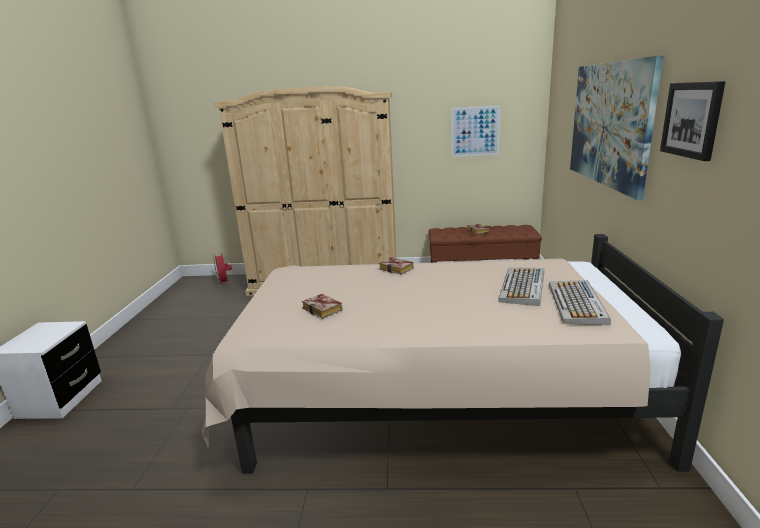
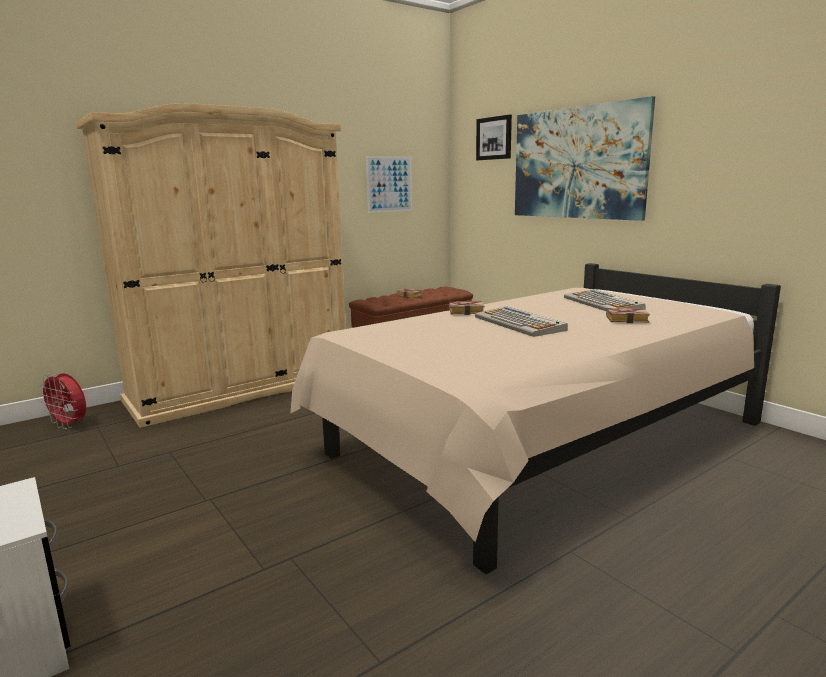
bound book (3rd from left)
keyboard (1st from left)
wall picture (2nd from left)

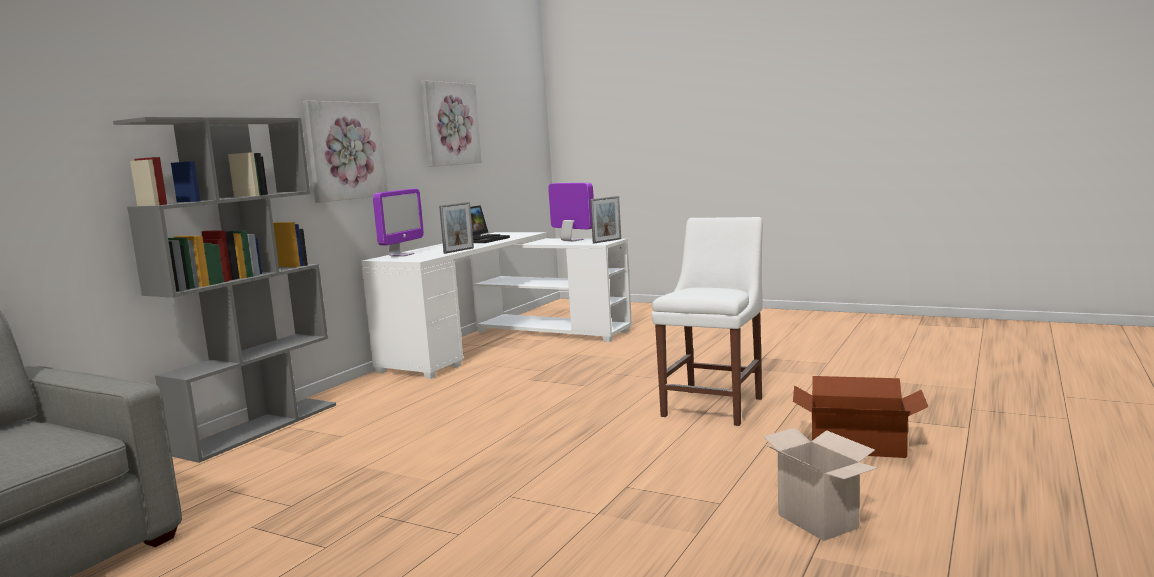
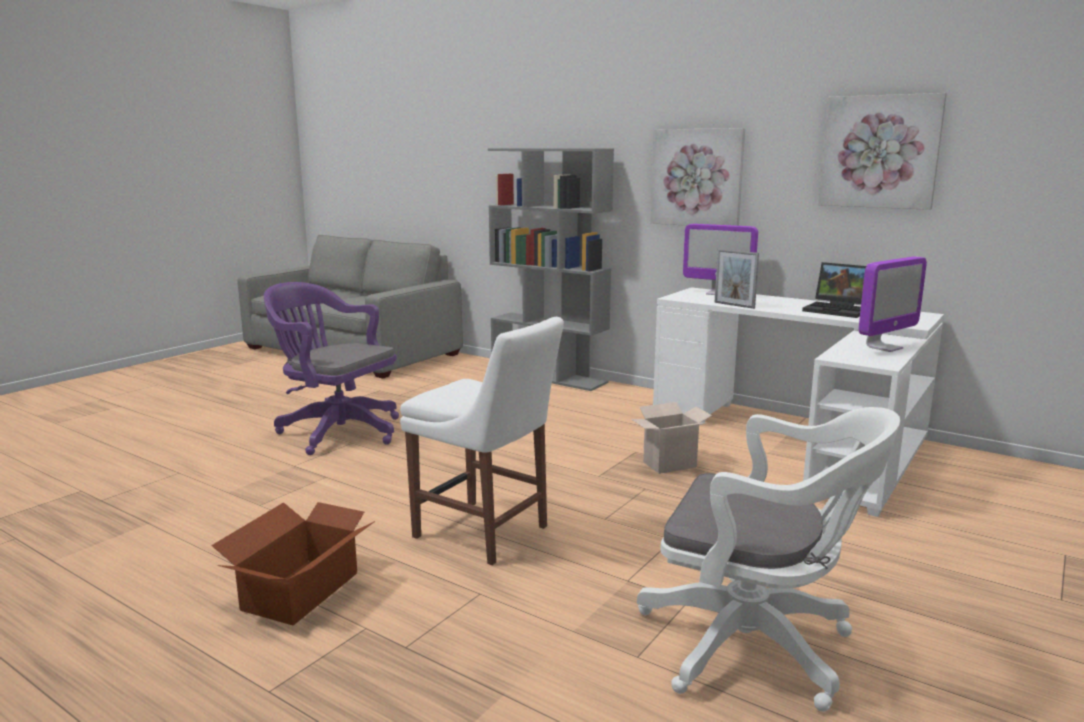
picture frame (2nd from left in the first image)
office chair/purple-coloured
office chair/white
carton (2nd from left)

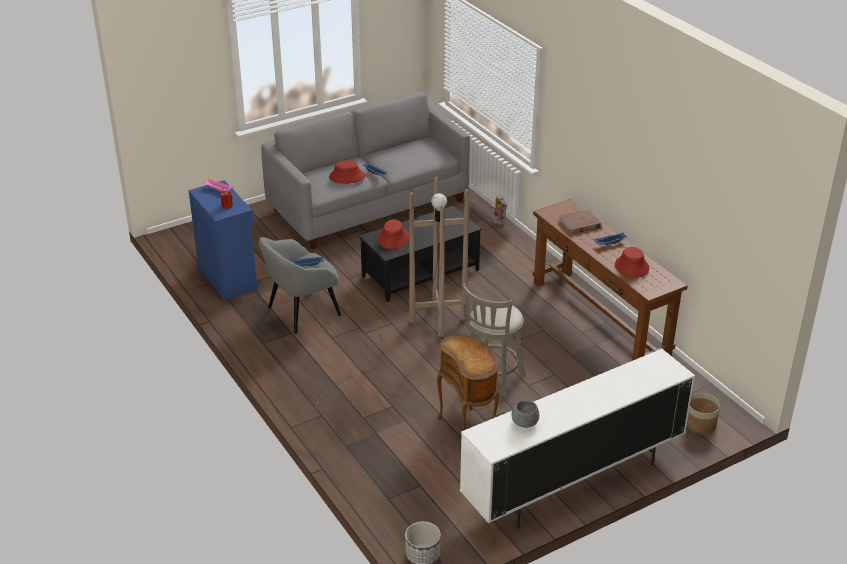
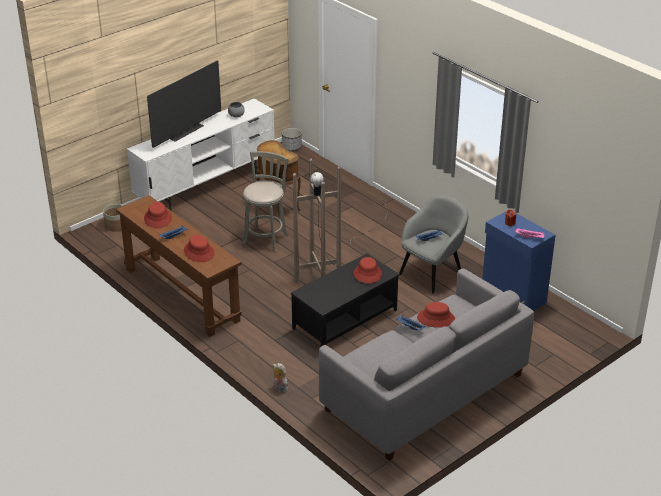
television
wearable hat/reddish (2nd from left)

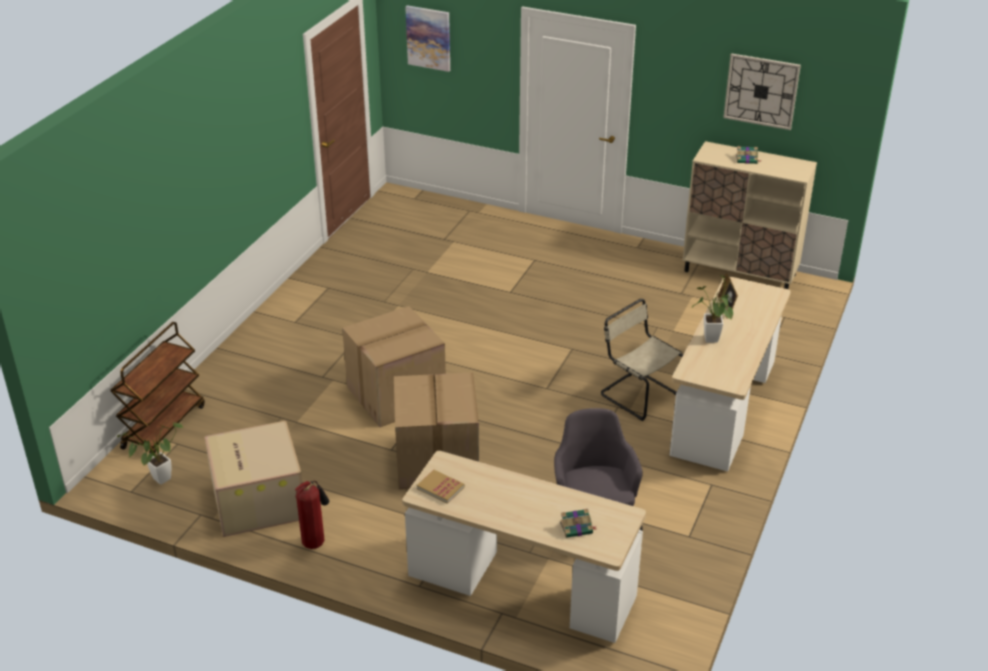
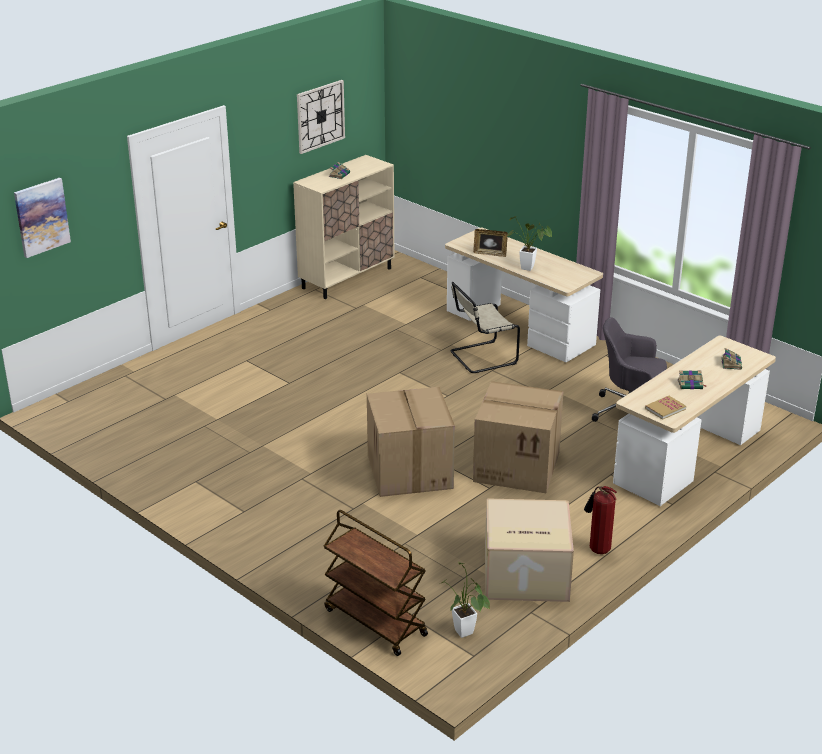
bound book (3rd from left)

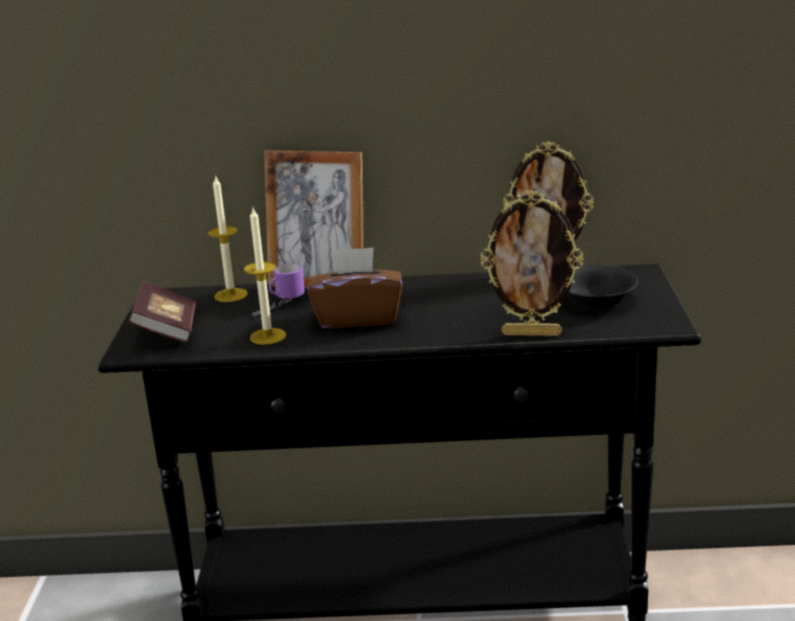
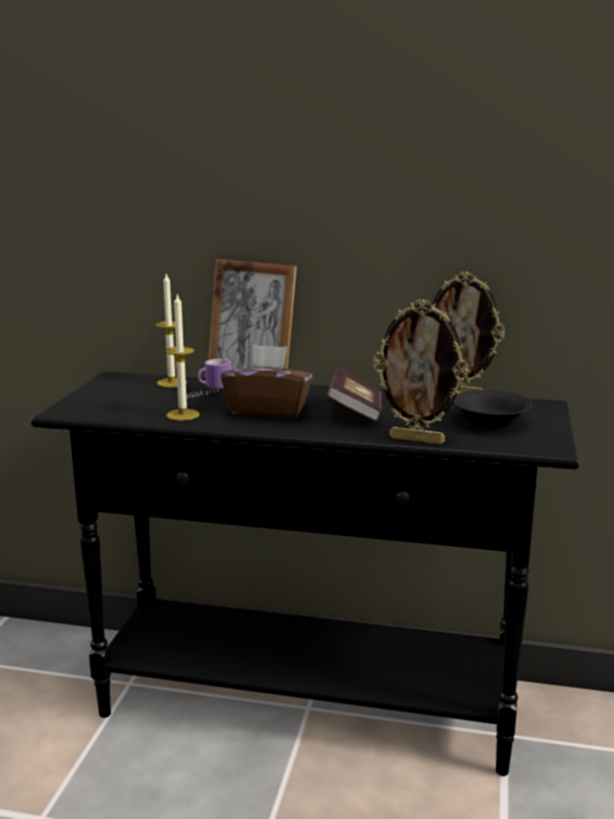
bound book

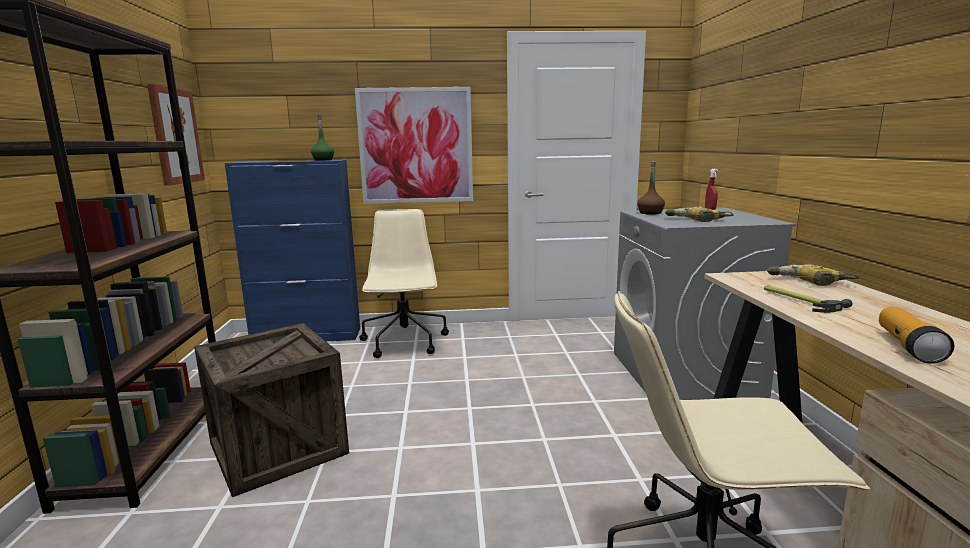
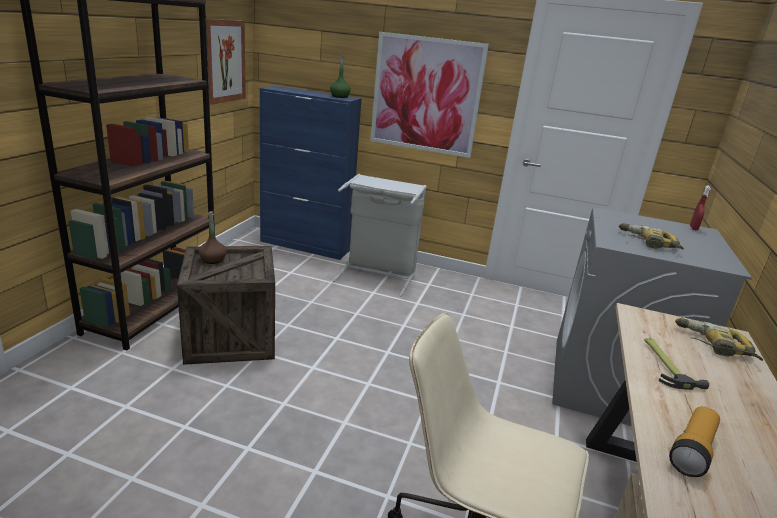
bottle/brown
washing basket/greyish

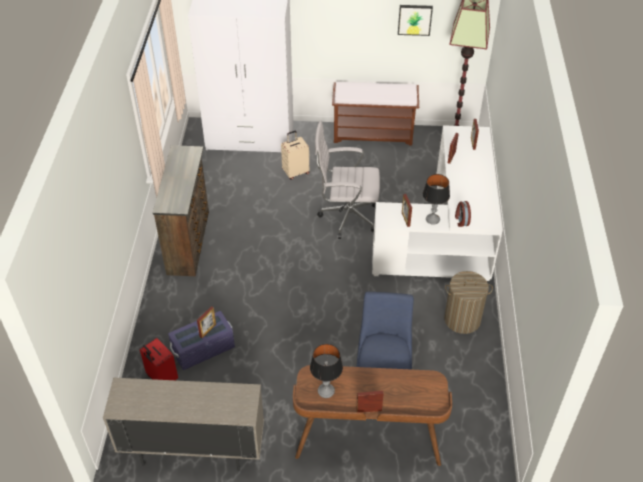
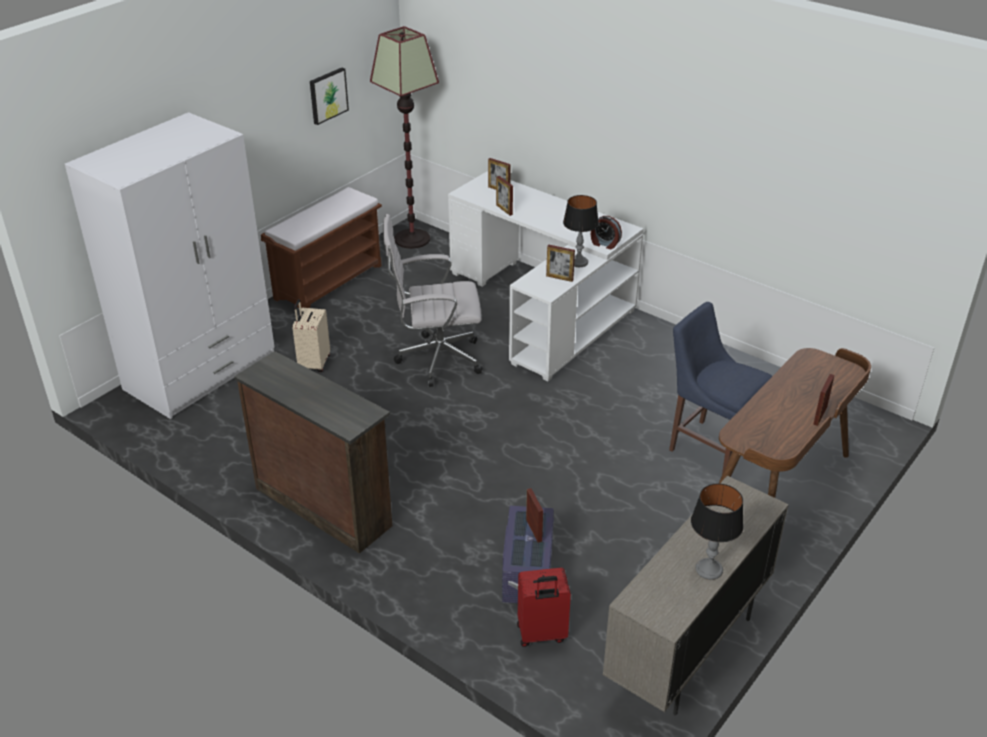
washing basket
table lamp (2nd from left)
office chair/white

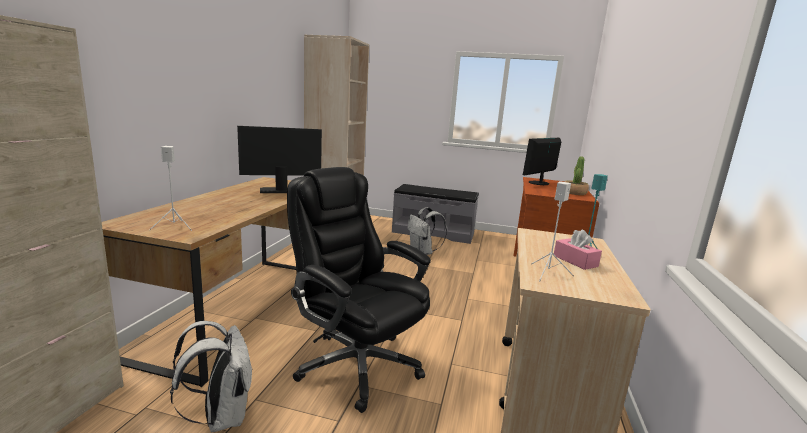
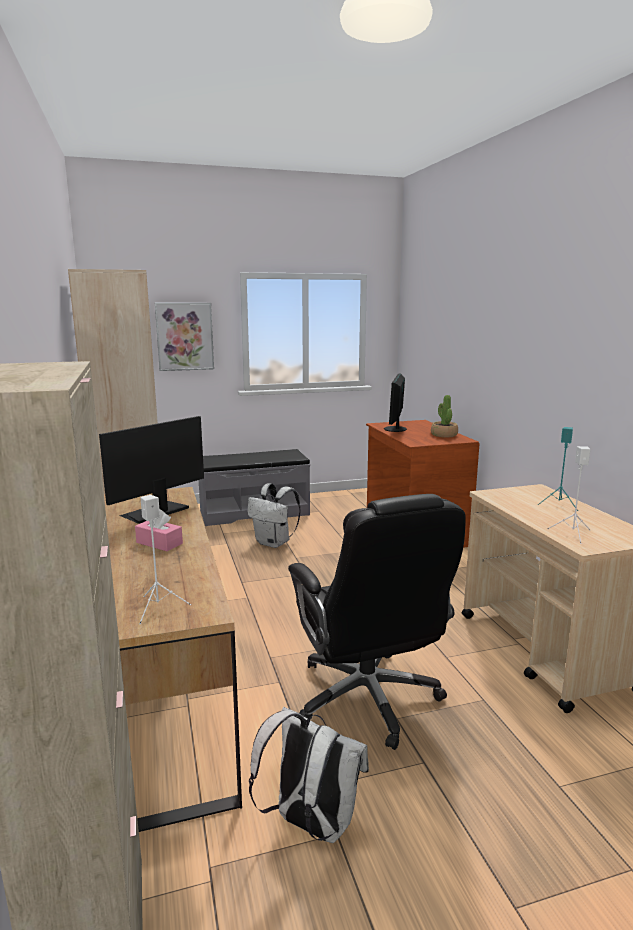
wall picture
box of tissues/pink
office chair/black-coloured

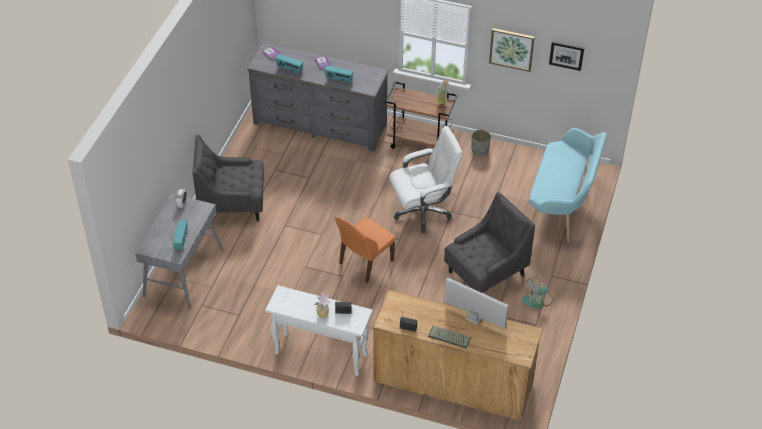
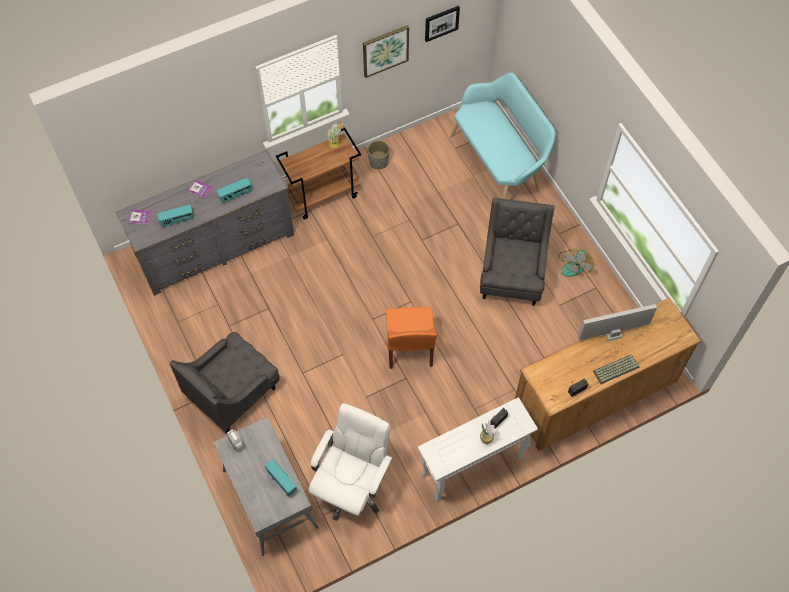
office chair/white

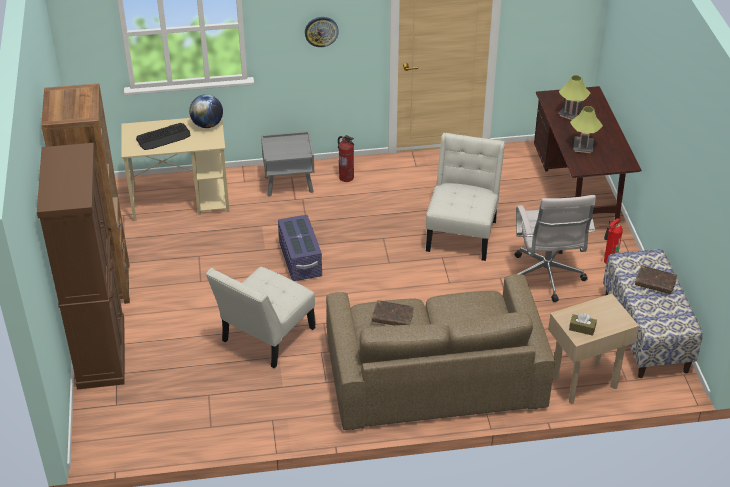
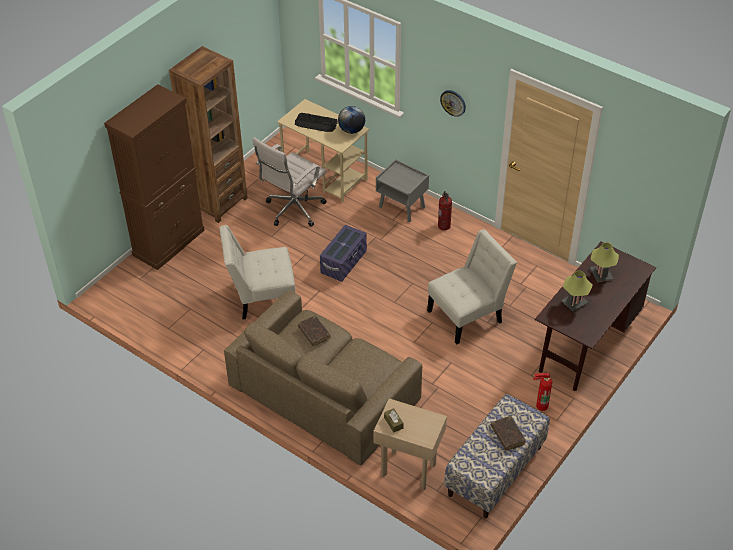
office chair/white

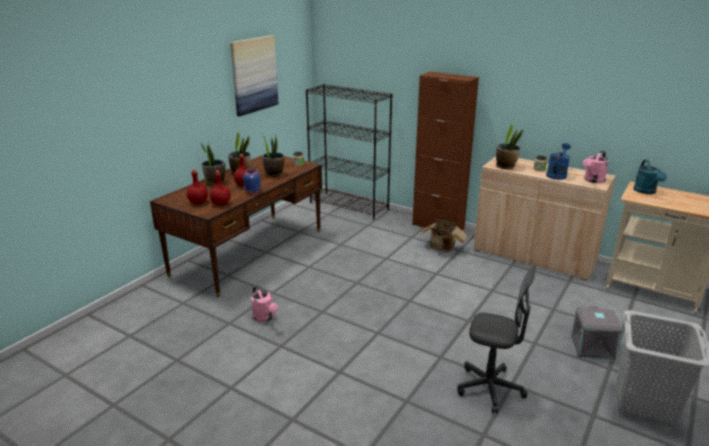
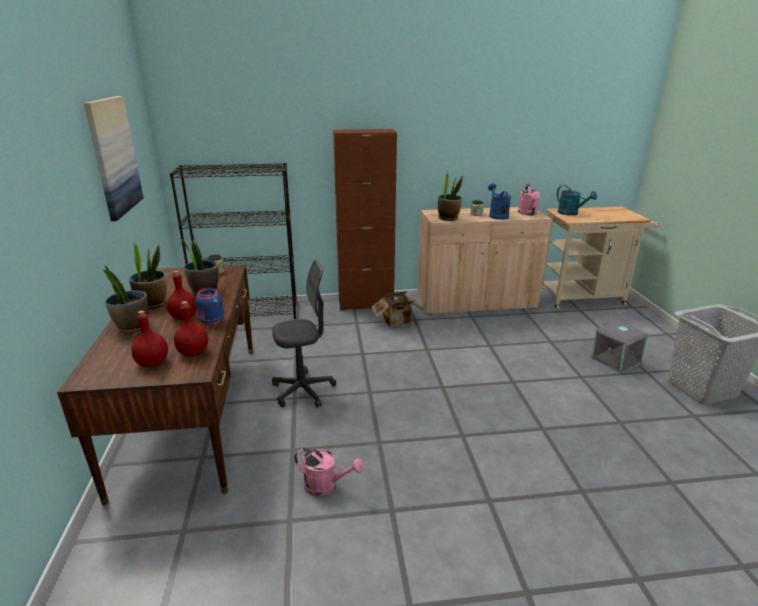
office chair/greyish

